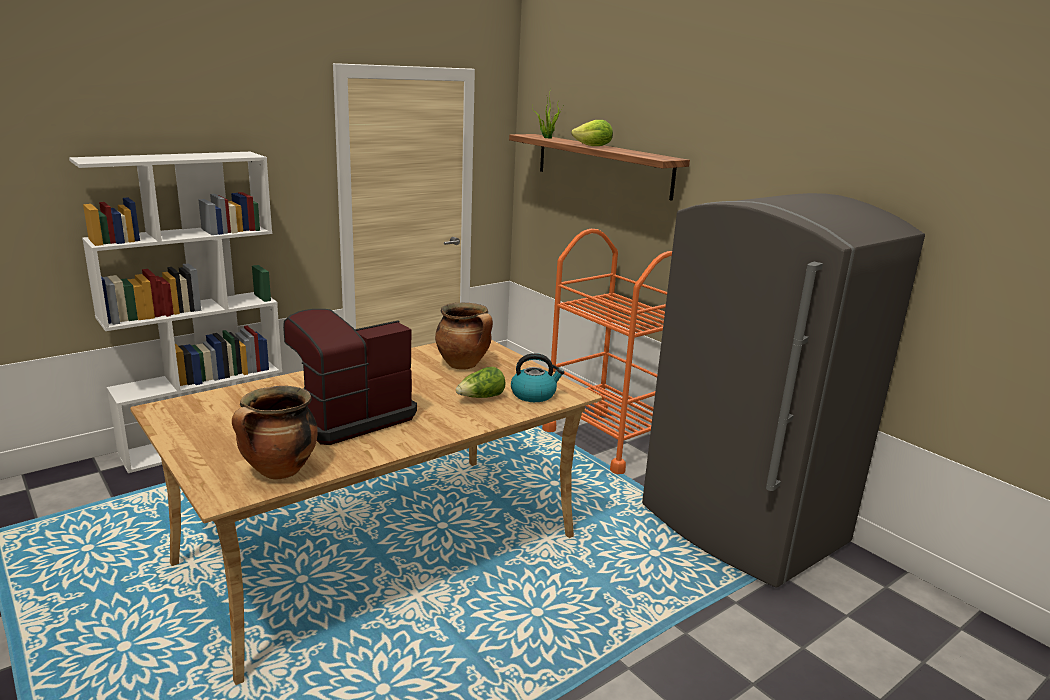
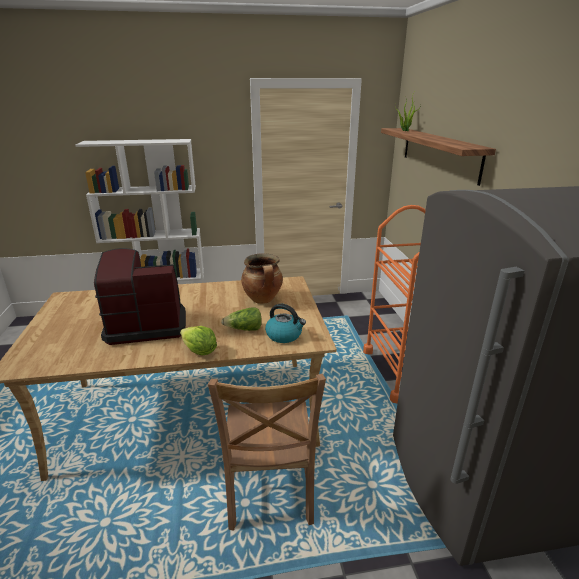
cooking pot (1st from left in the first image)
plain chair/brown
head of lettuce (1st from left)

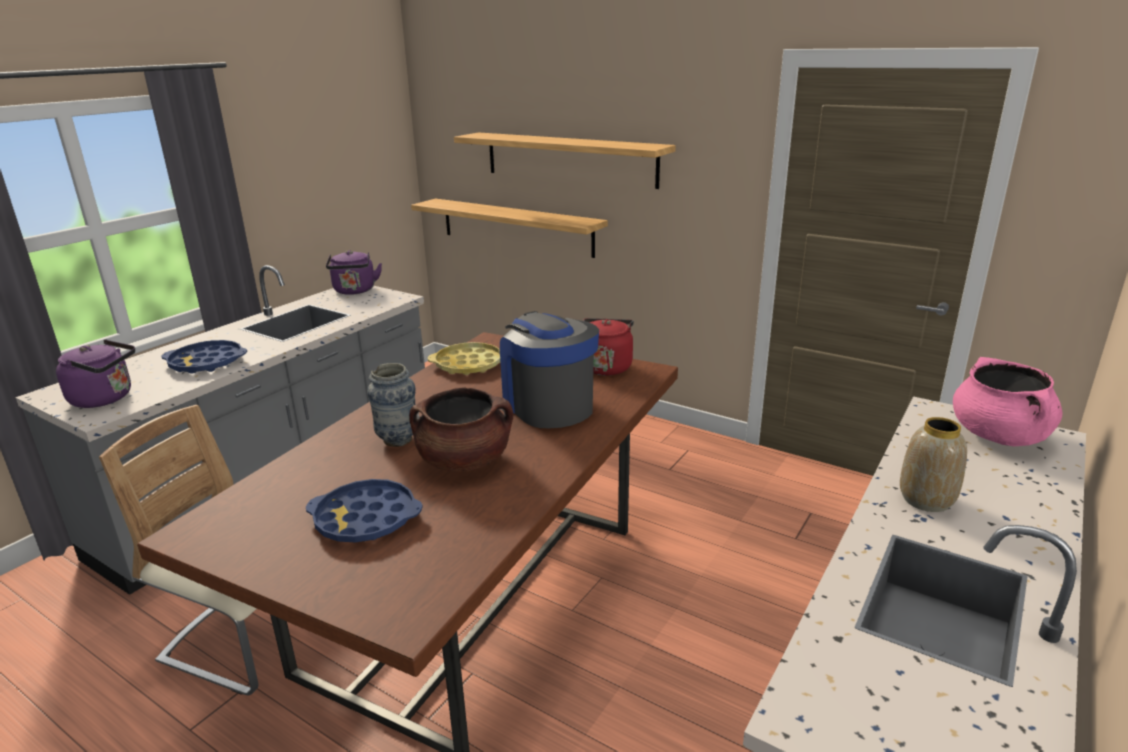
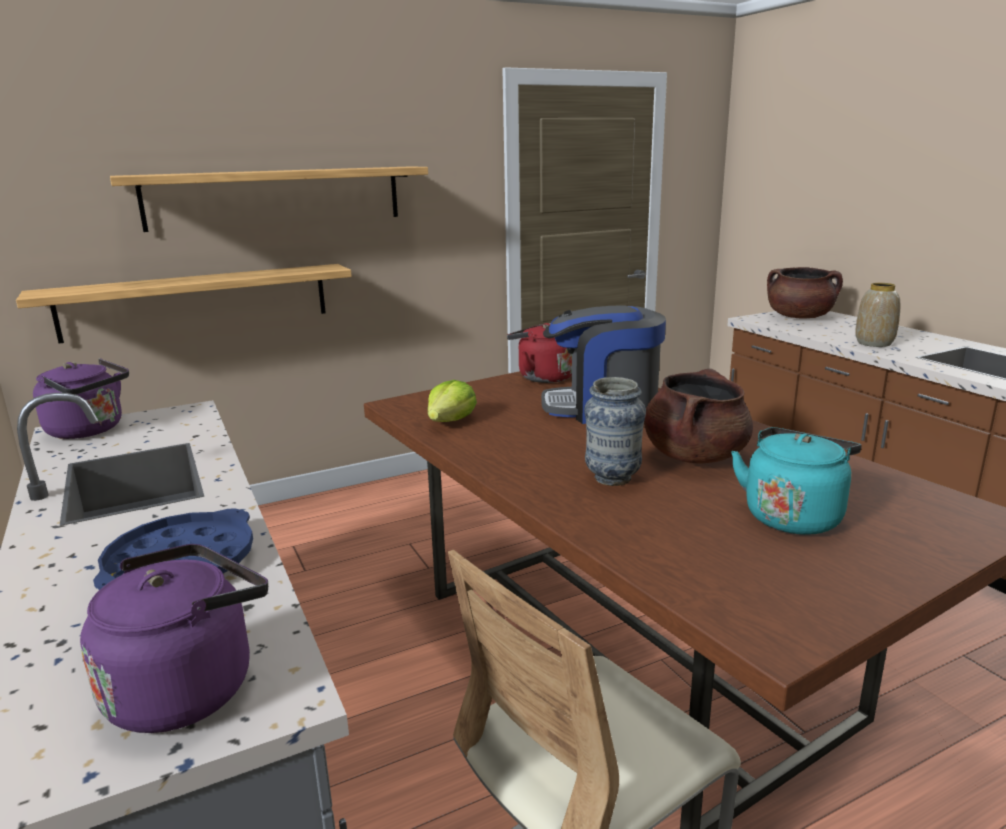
kettle/turquoise
head of lettuce
cooking pot/brown (2nd from left)

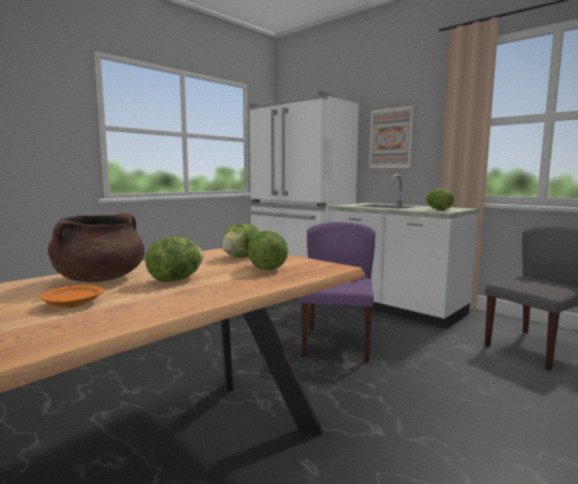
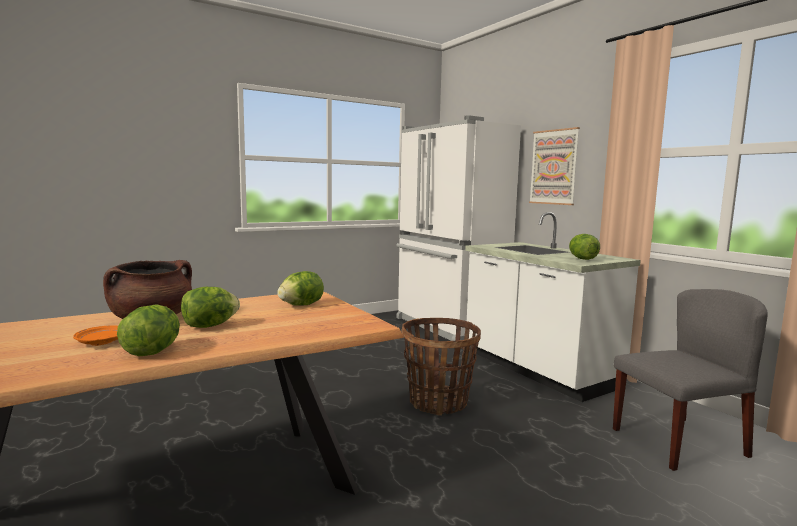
head of lettuce (1st from left)
basket

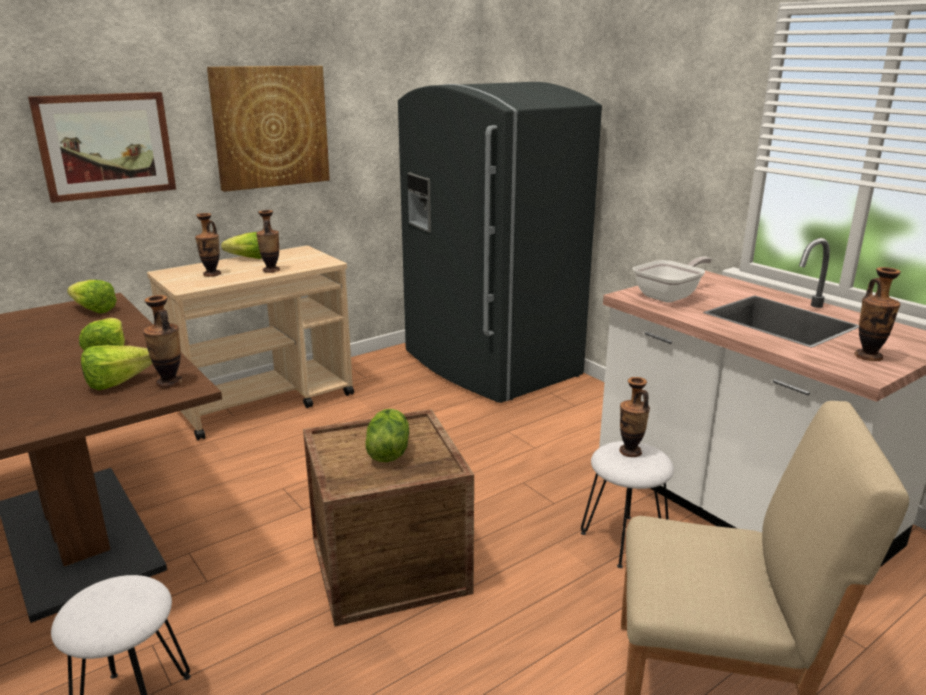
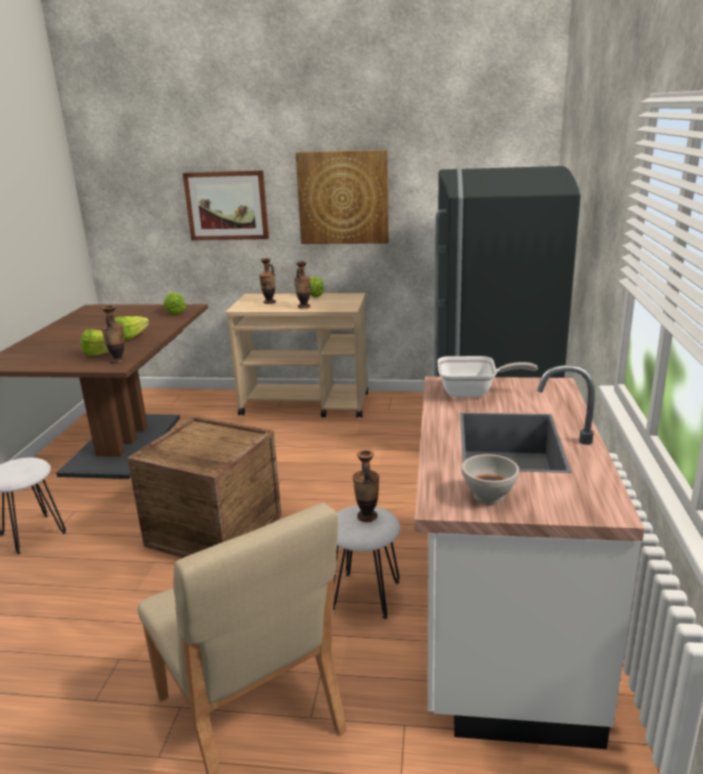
head of lettuce (5th from left in the first image)
deep dish/white

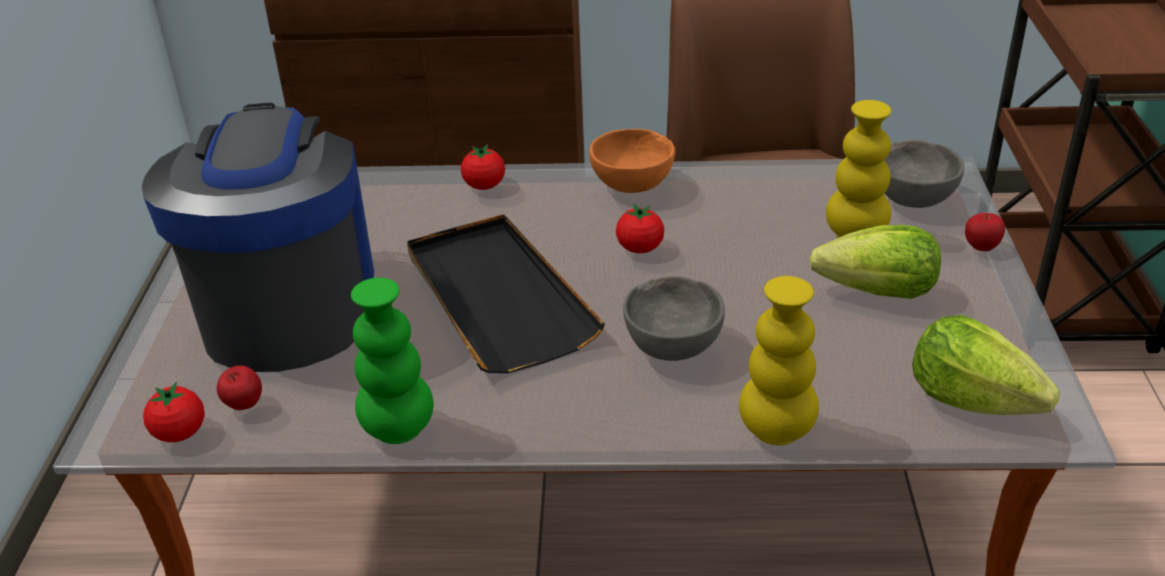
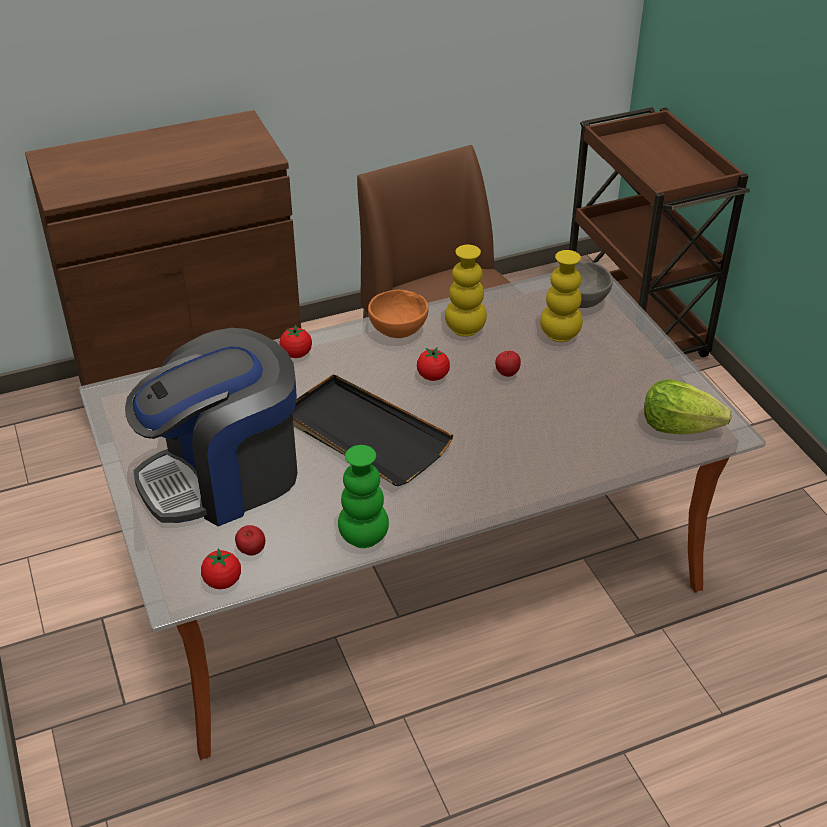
deep dish/greyish (1st from left in the first image)
head of lettuce (1st from left in the first image)
flower vase/yellow (1st from left)
apple fruit (2nd from left)
coffee maker

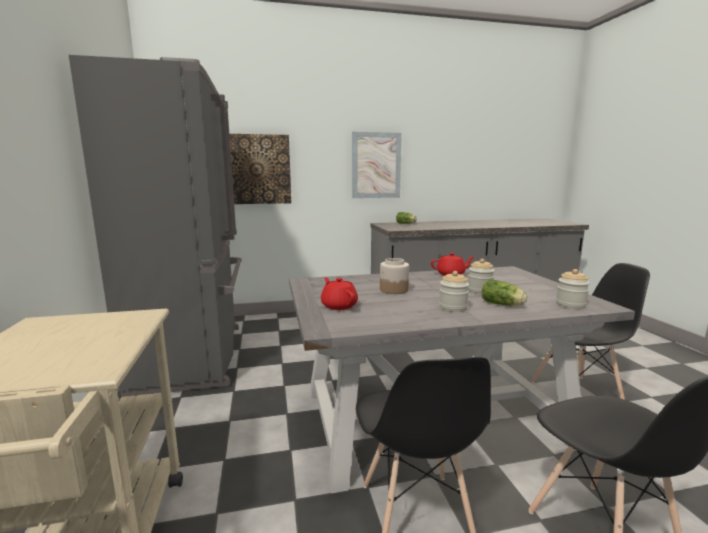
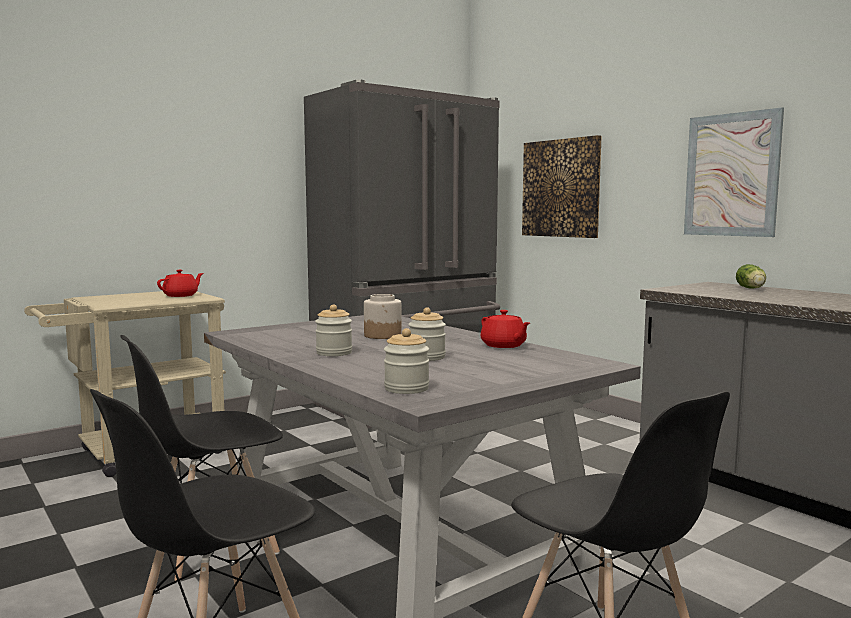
head of lettuce (2nd from left in the first image)
tea pot/reddish (1st from left)

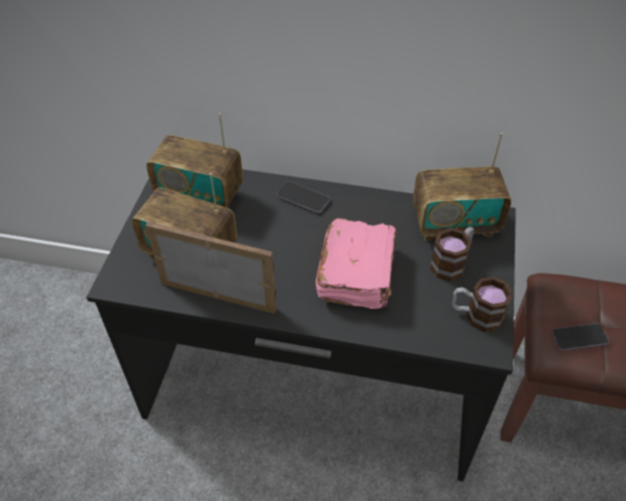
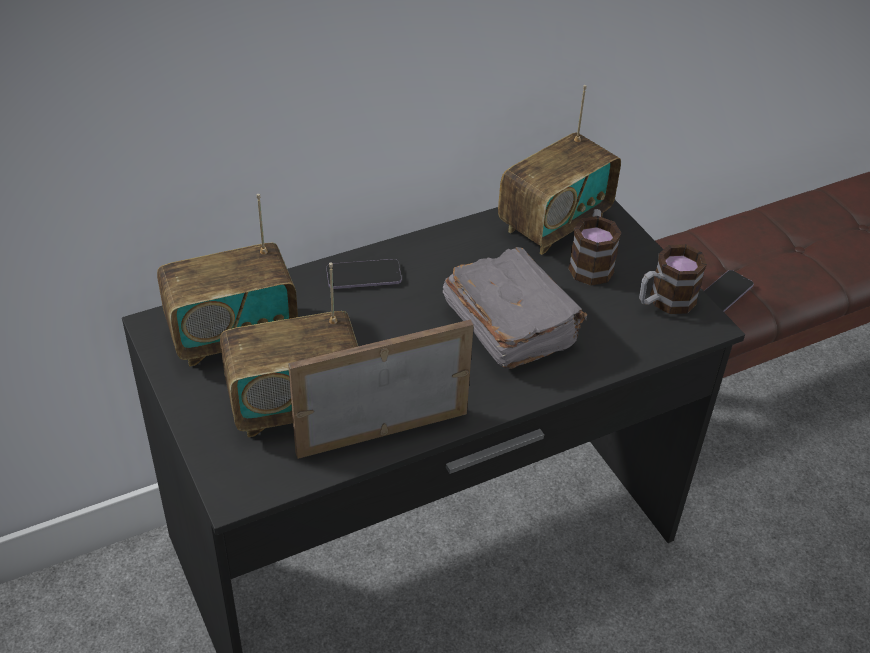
bound book/greyish

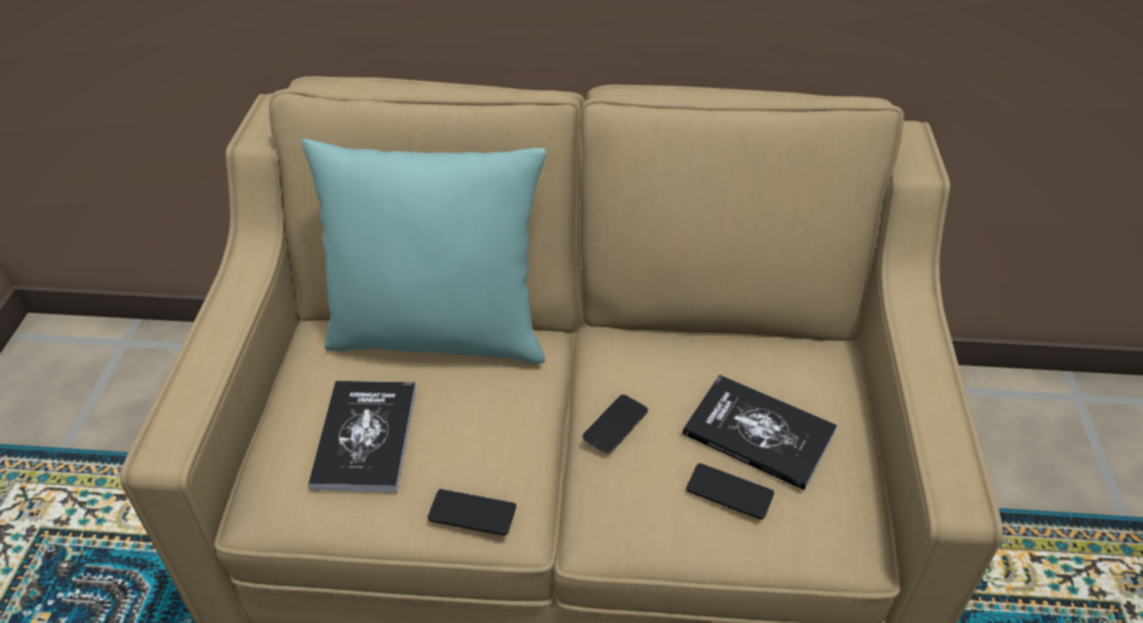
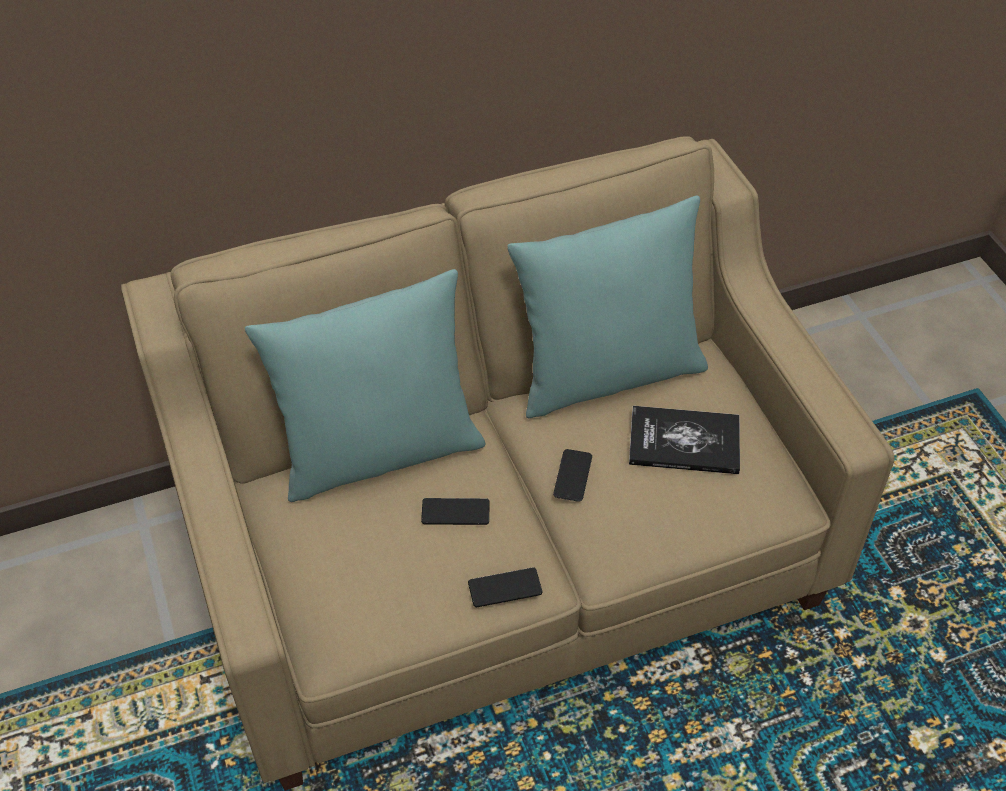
bound book (1st from left in the first image)
pillow/turquoise (2nd from left)
phone (1st from left)

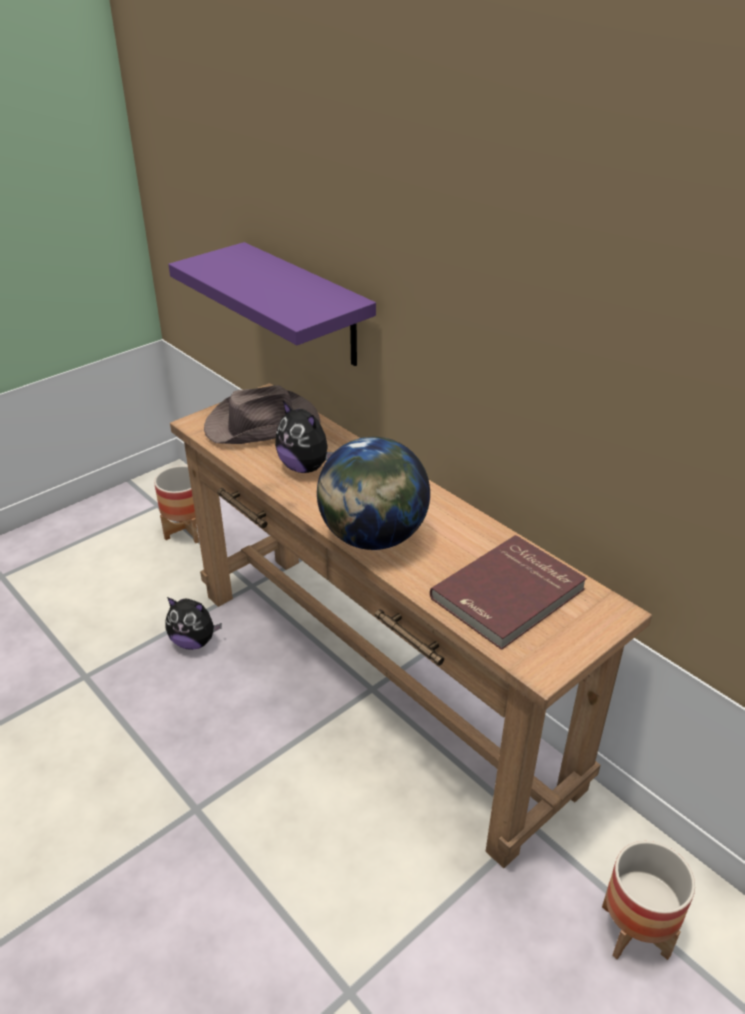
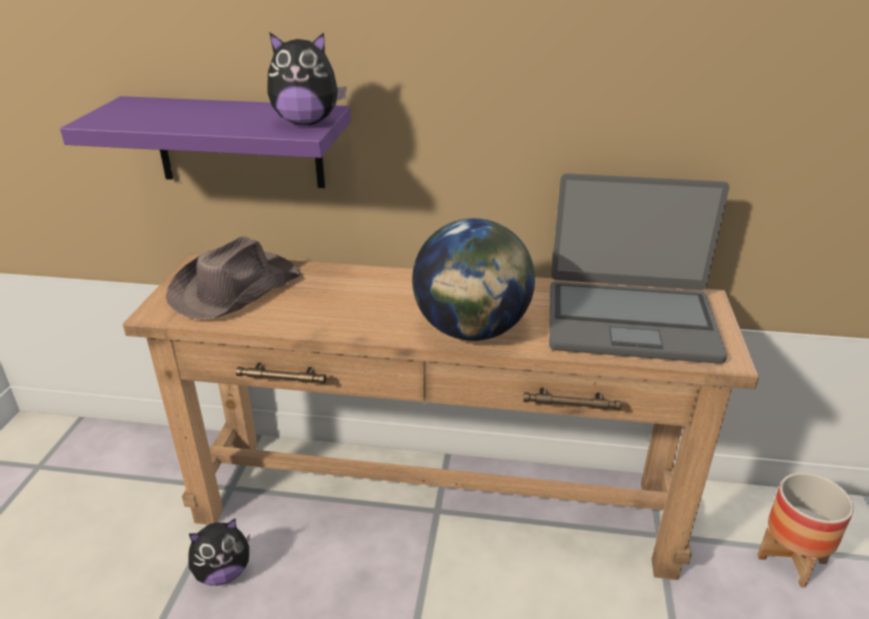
flower pot (1st from left in the first image)
soft toy (2nd from left)
laptop

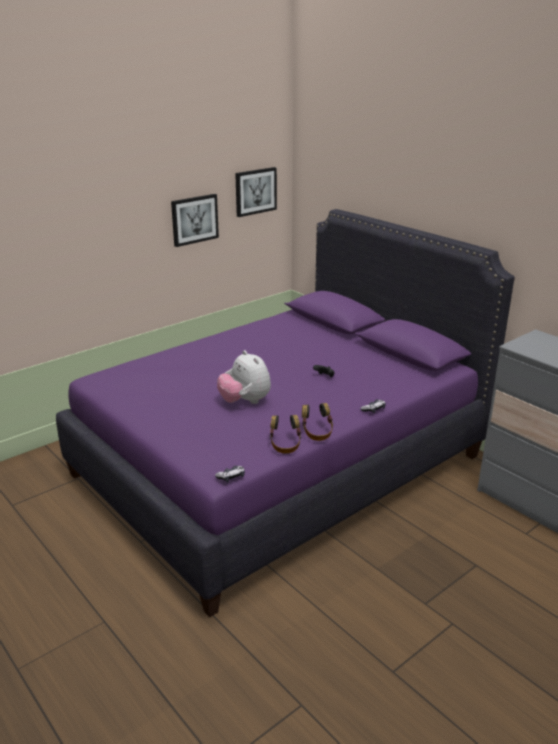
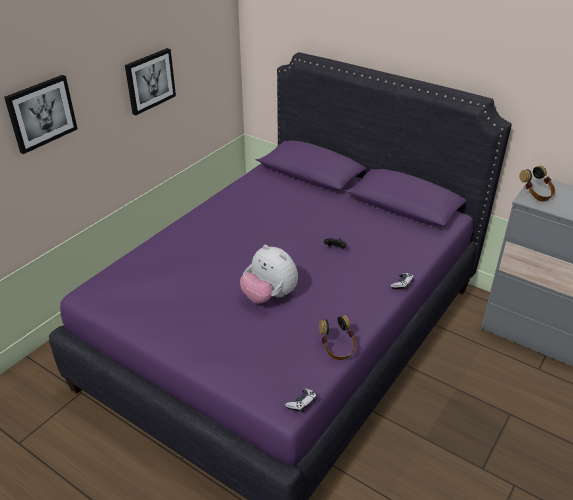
wall picture (1st from left)
pair of headphones (2nd from left)

